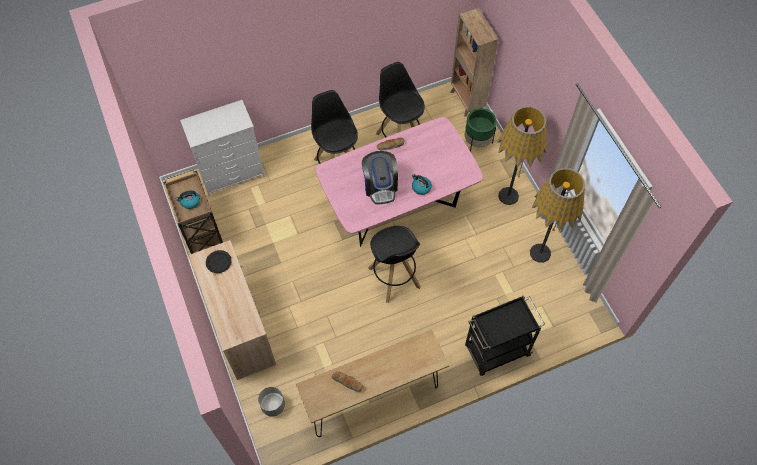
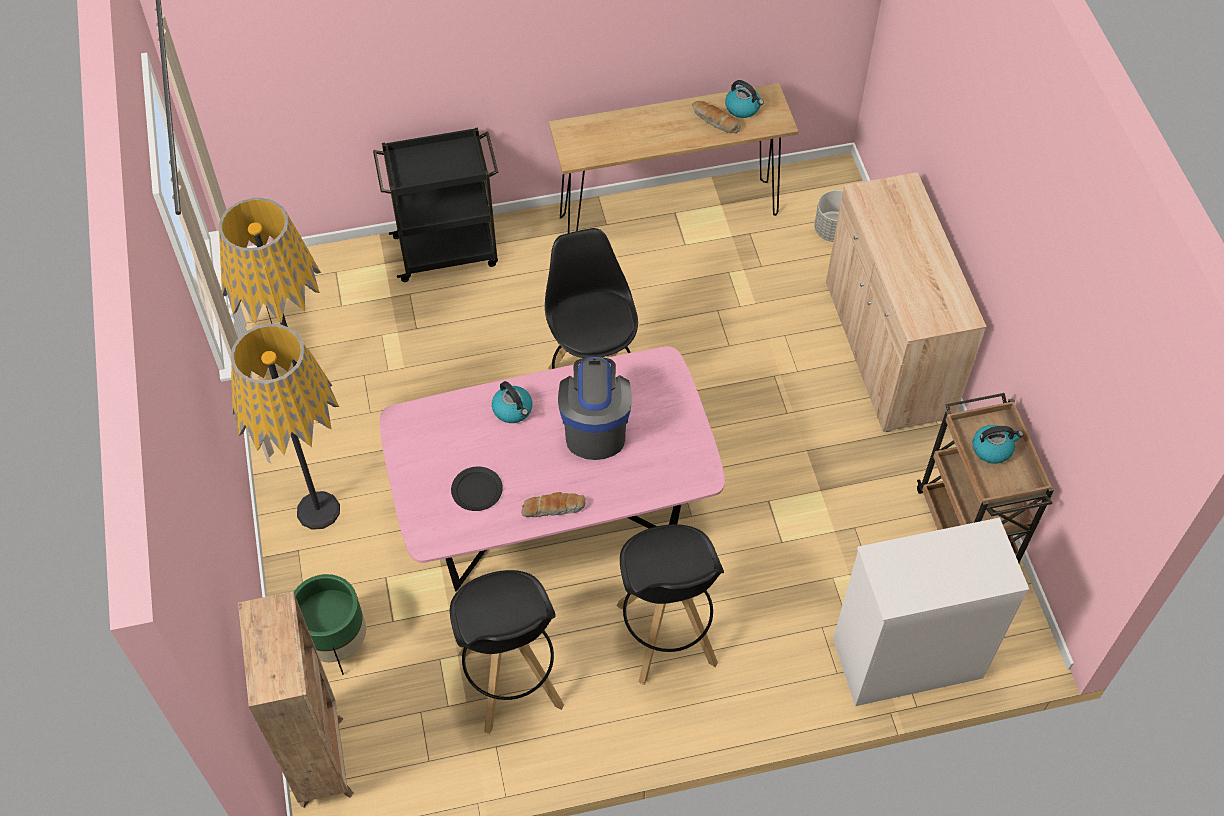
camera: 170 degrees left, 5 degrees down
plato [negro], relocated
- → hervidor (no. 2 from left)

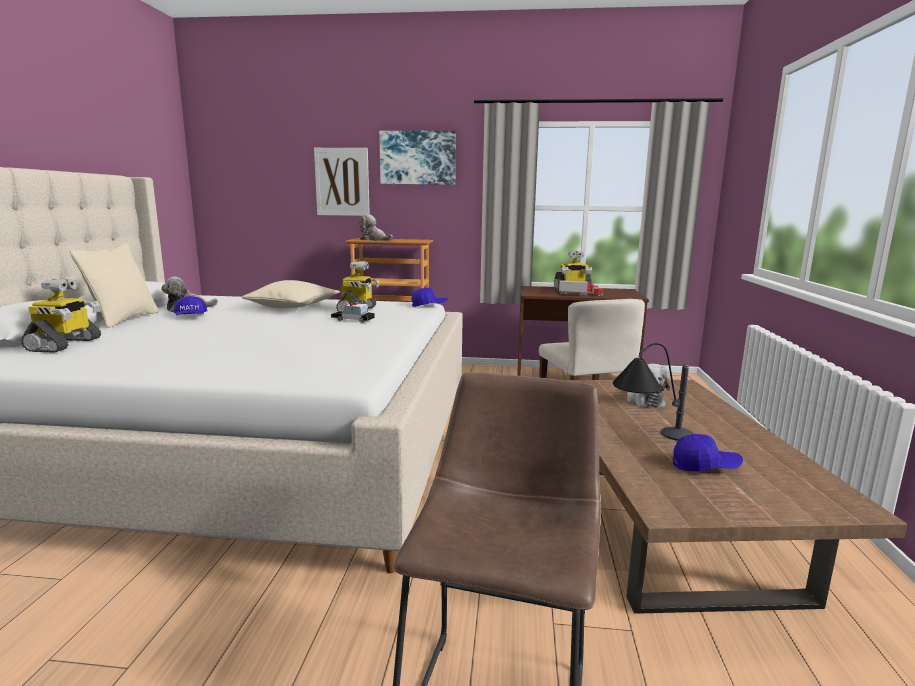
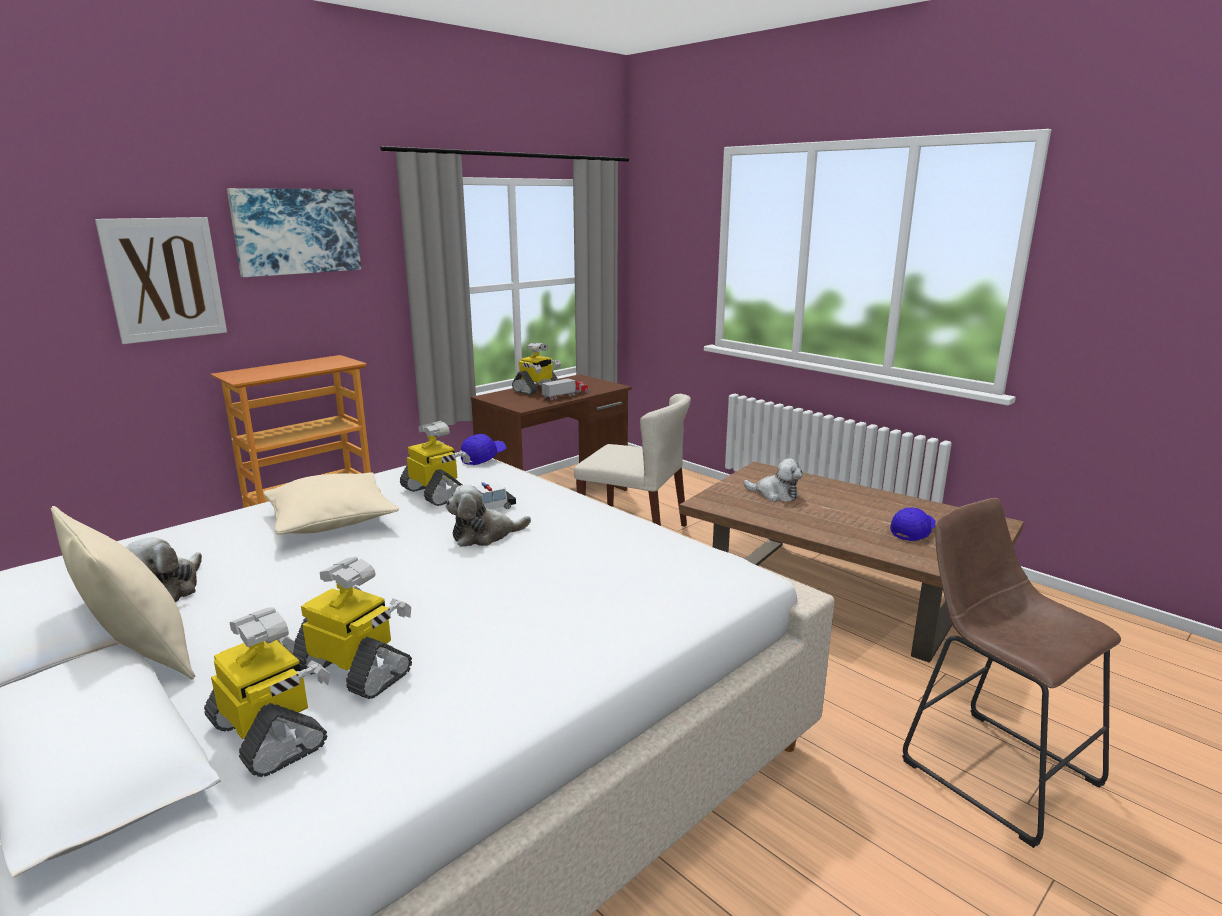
camera: 50 degrees left, 5 degrees up
peluche (no. 2 from left), relocated
gorra [azul] (no. 1 from left) → -
lámpara de mesa → -
- → robot de juguete (no. 2 from left)

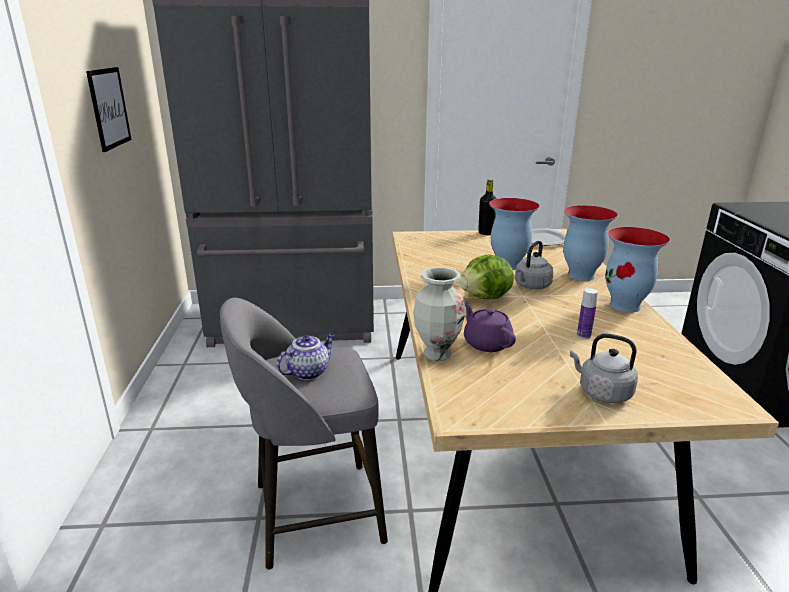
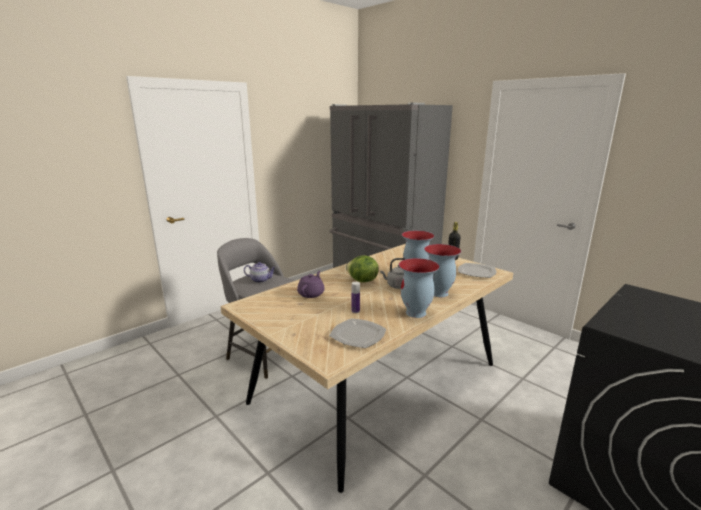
camera: 50 degrees right, 5 degrees down
cuadro → -
florero (no. 1 from left) → -
hervidor [gris] (no. 2 from left) → -
- → plato (no. 1 from left)

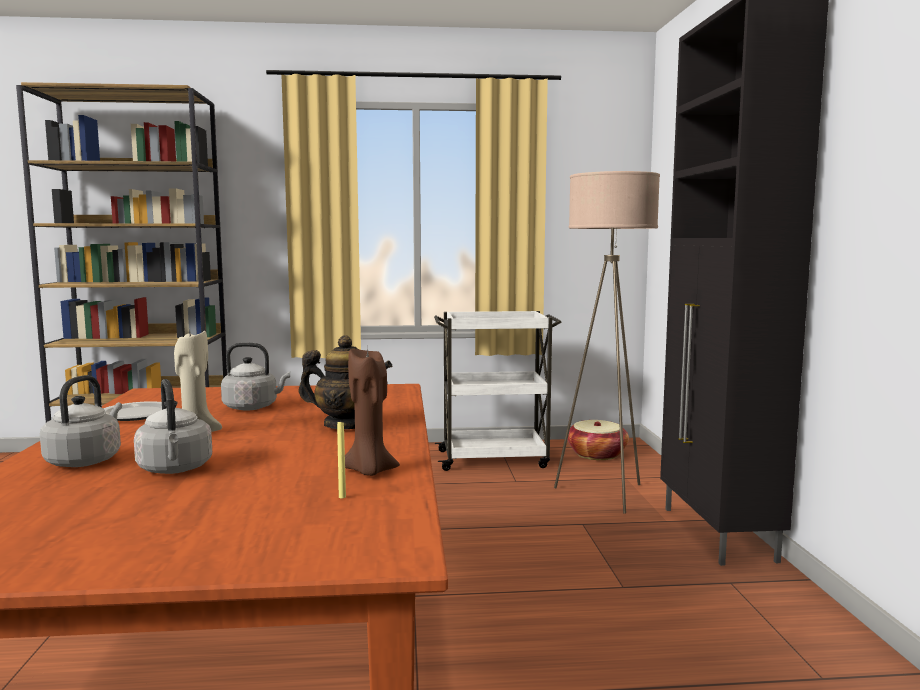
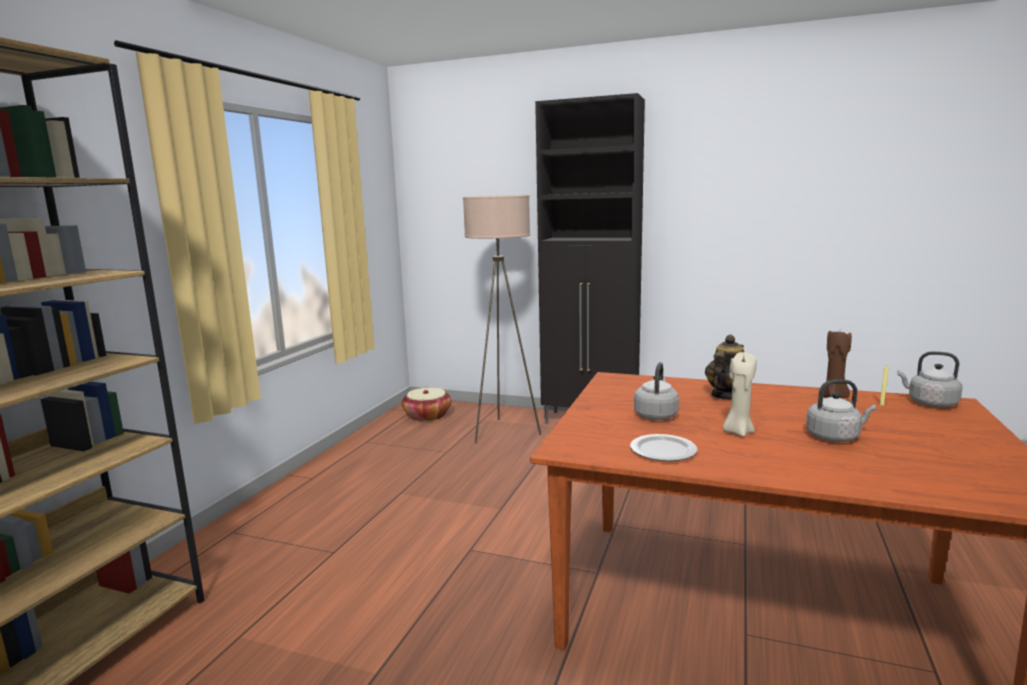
camera: 65 degrees left, 5 degrees up
carrito [blanco] → -
hervidor [gris] (no. 1 from left in the first image) → hervidor [gris] (no. 3 from left), relocated

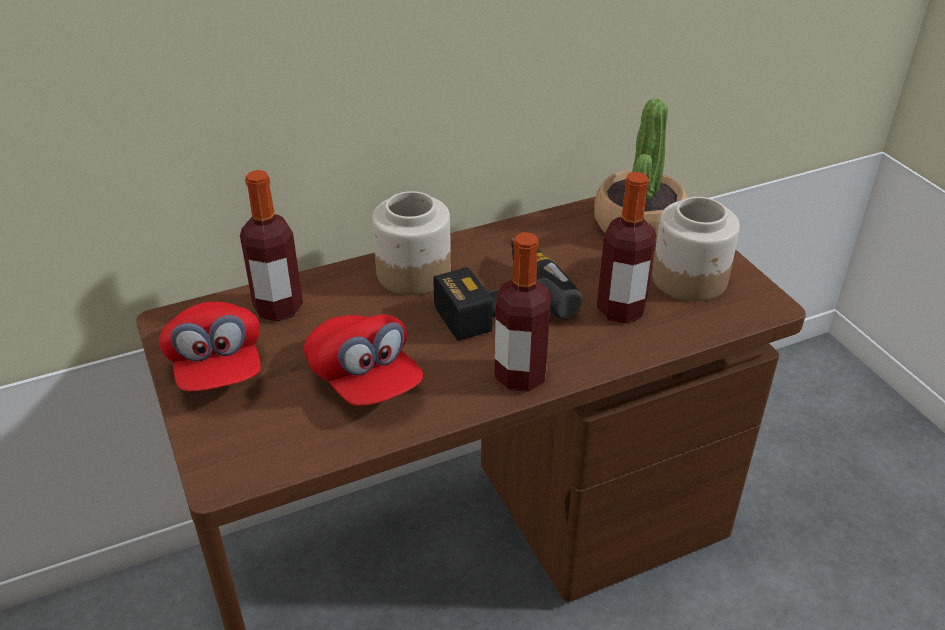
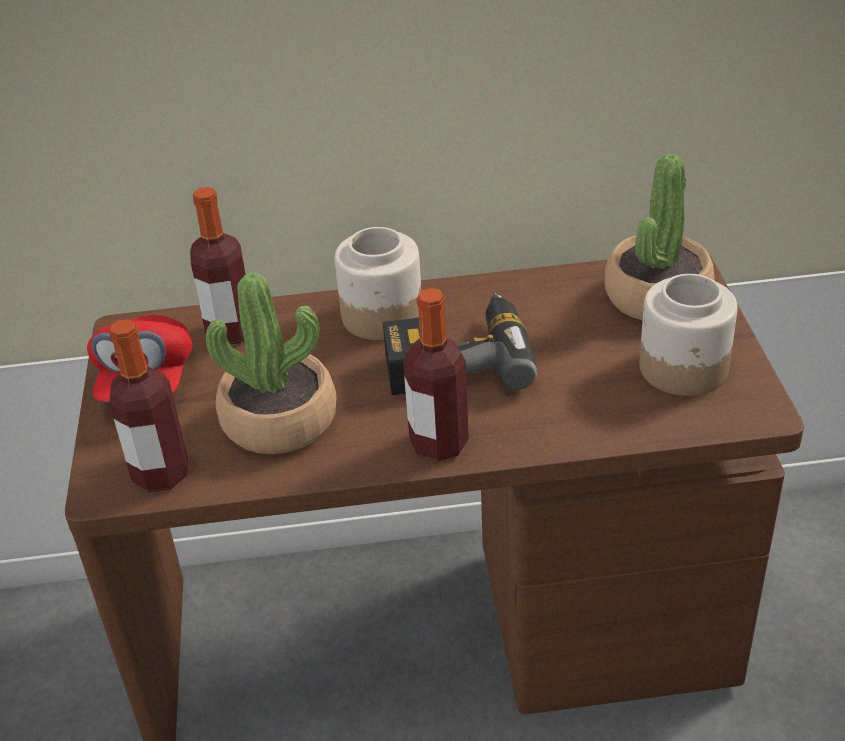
camera: 20 degrees right, 0 degrees up
botella (no. 3 from left in the first image) → botella (no. 1 from left), relocated
gorra [rojo] (no. 2 from left) → planta en maceta (no. 1 from left)

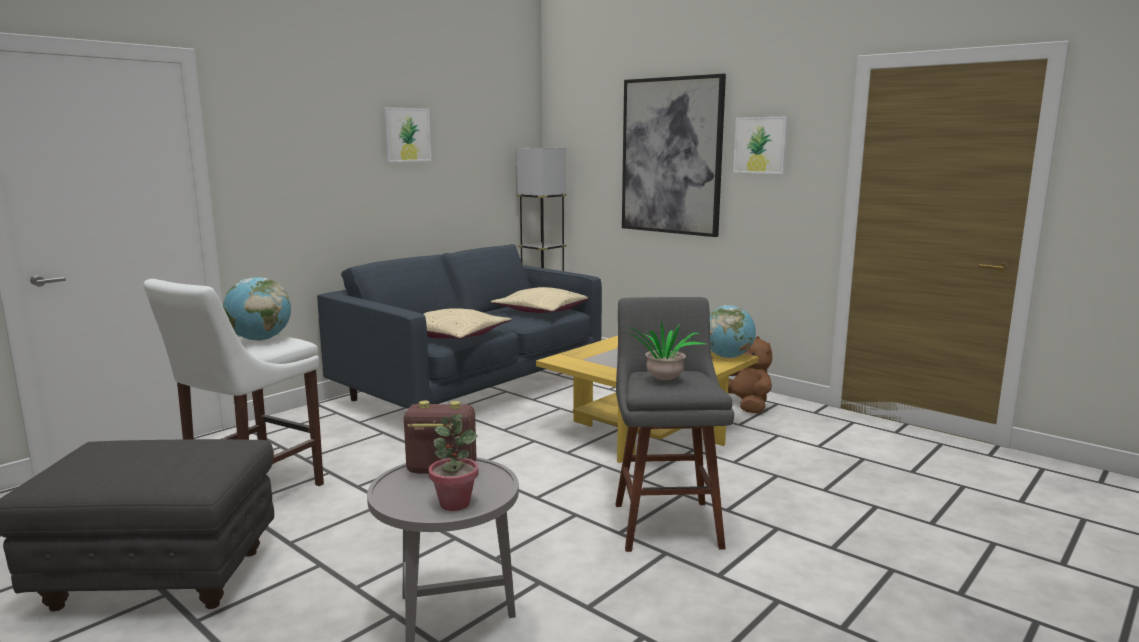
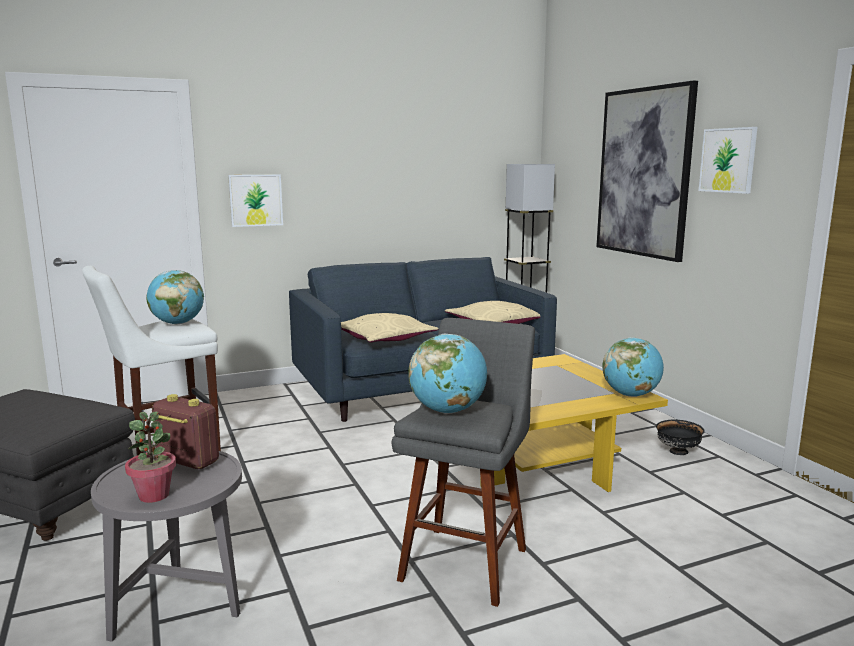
camera: 25 degrees right, 0 degrees up
cuadro (no. 1 from left), relocated
planta en maceta (no. 2 from left) → globo terráqueo (no. 2 from left)
peluche [marrón] → cuenco [negro]

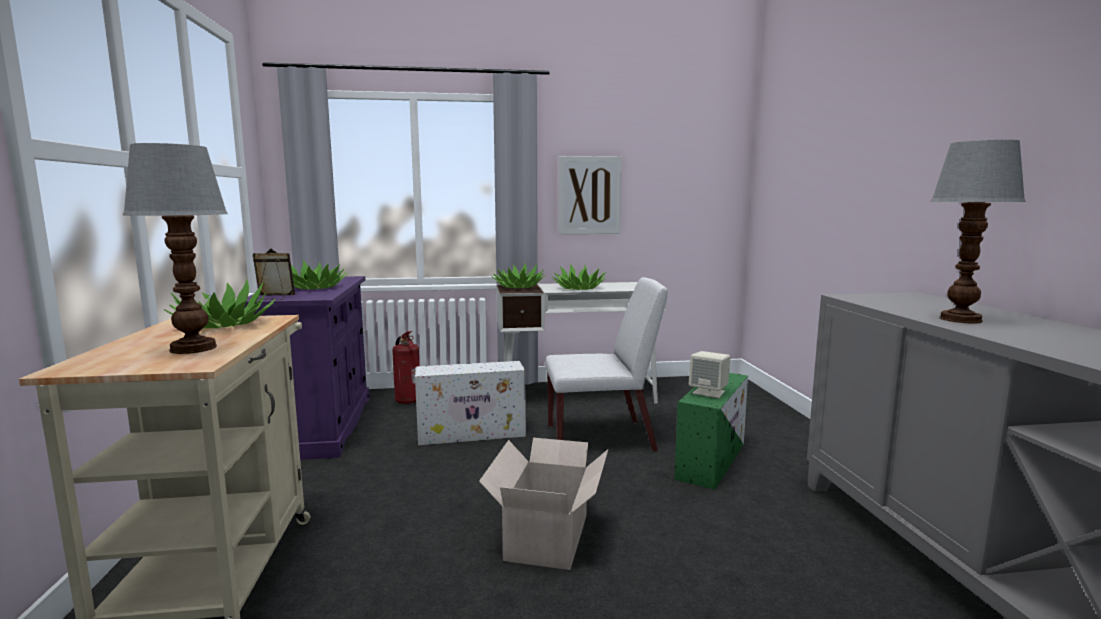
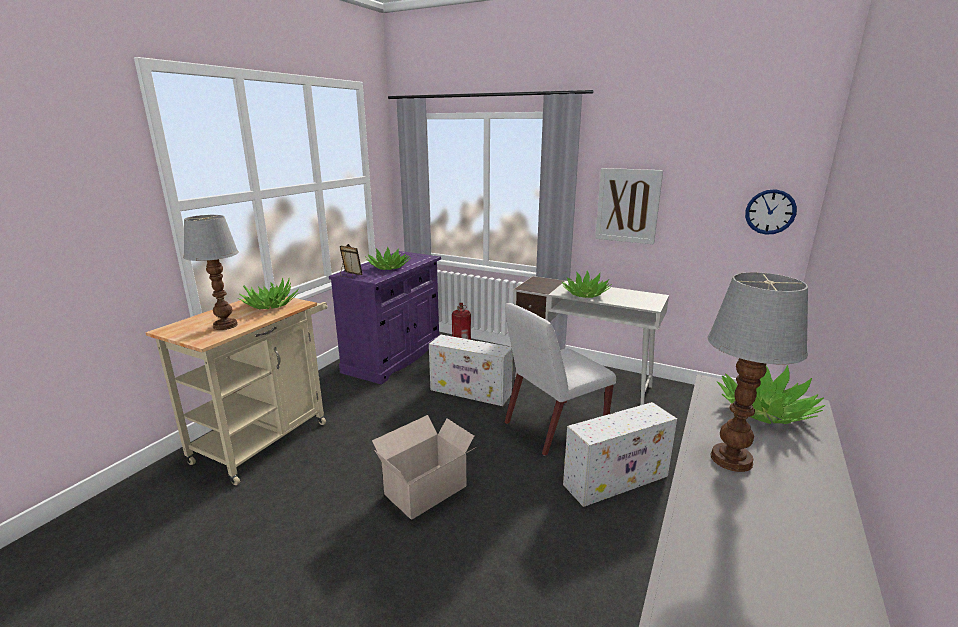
camera: 35 degrees right, 10 degrees up
planta en maceta (no. 3 from left in the first image) → planta en maceta (no. 4 from left), relocated
silla [blanco], 120 degrees clockwise
altavoz [beis] → -
caja de almacenaje [verde] → caja de almacenaje [blanco] (no. 2 from left)
- → reloj de pared

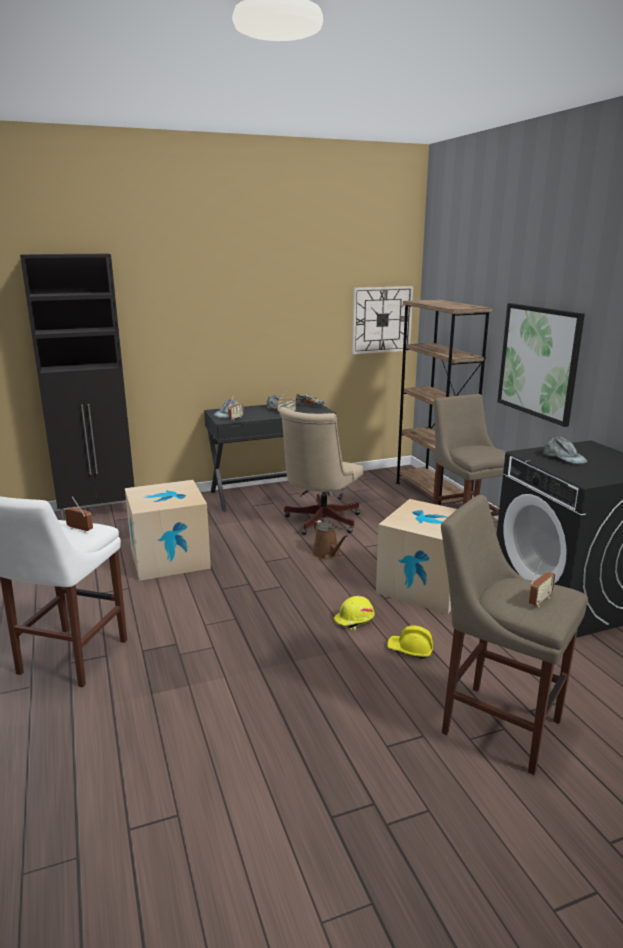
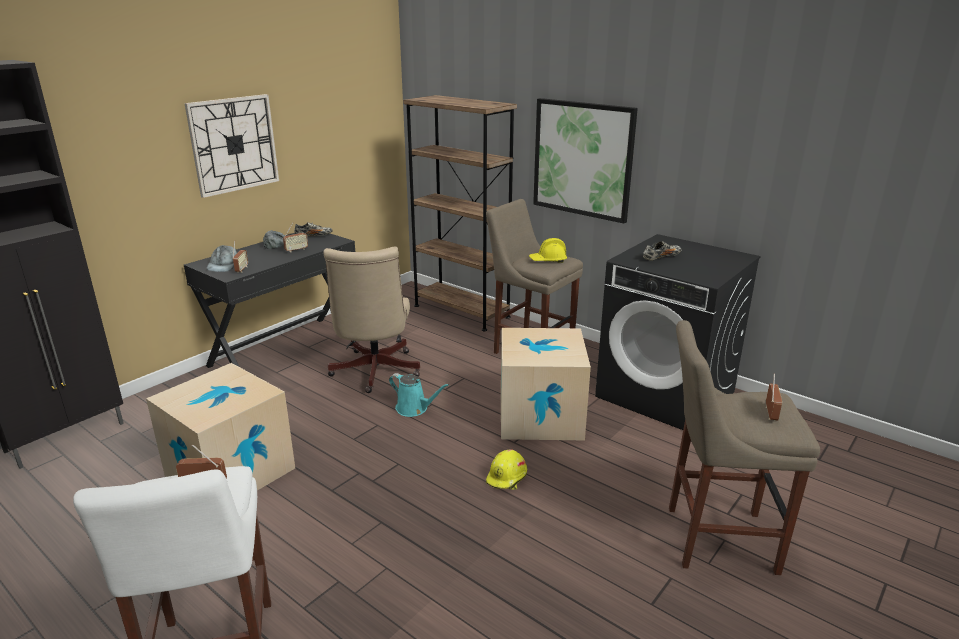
camera: 30 degrees left, 5 degrees up
reloj de pared, relocated
gorra [gris] (no. 3 from left) → zapato (no. 2 from left)
regadera [marrón] → regadera [turquesa]
casco [amarillo] (no. 2 from left), relocated

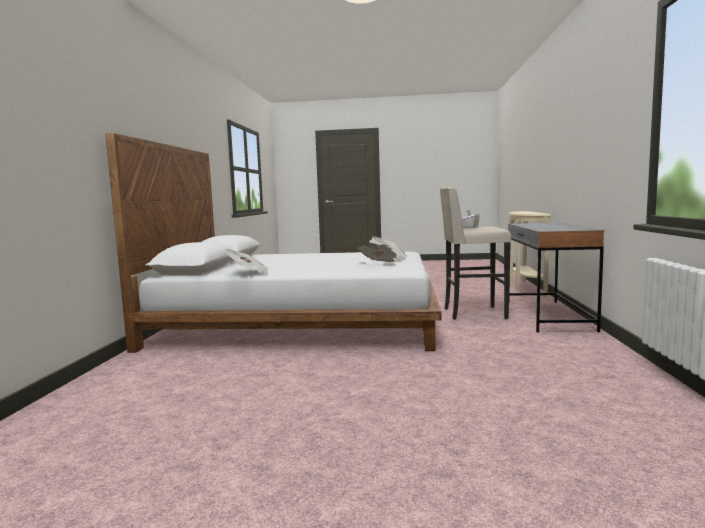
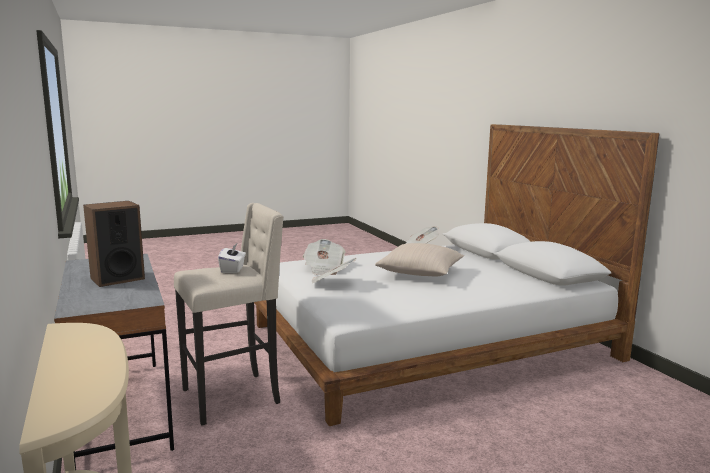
camera: 150 degrees right, 5 degrees up
- → altavoz
- → cojín [beis]

